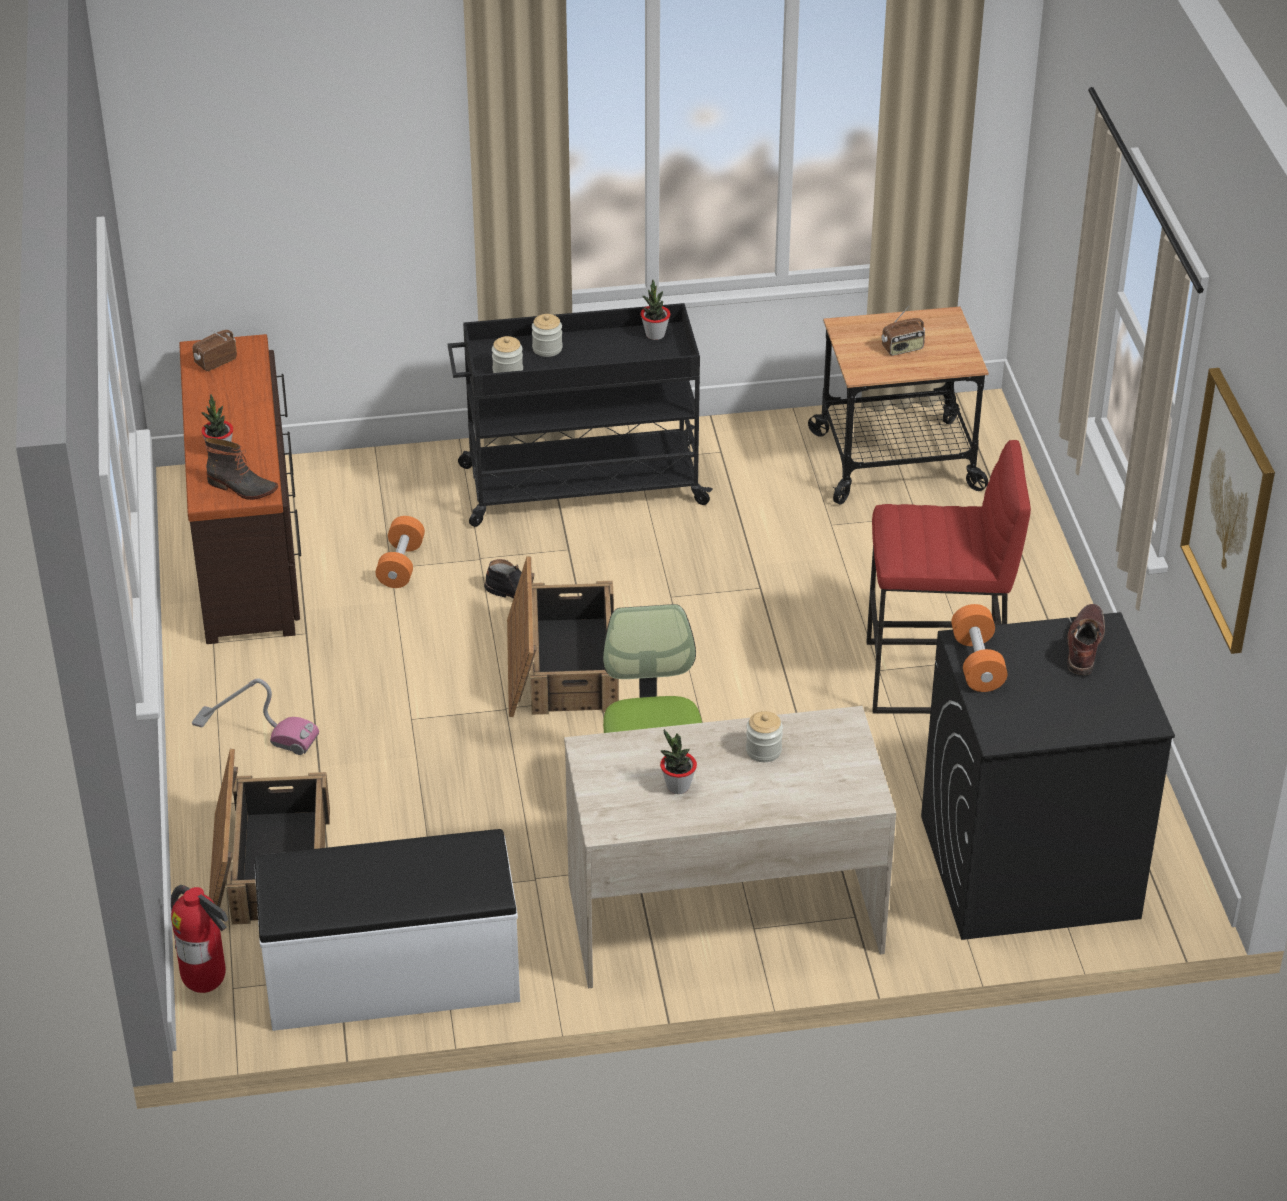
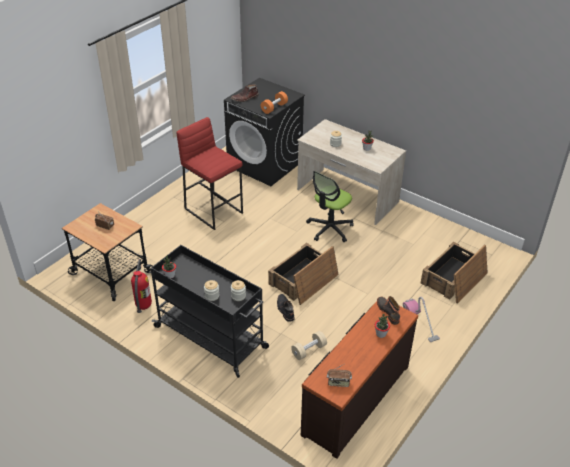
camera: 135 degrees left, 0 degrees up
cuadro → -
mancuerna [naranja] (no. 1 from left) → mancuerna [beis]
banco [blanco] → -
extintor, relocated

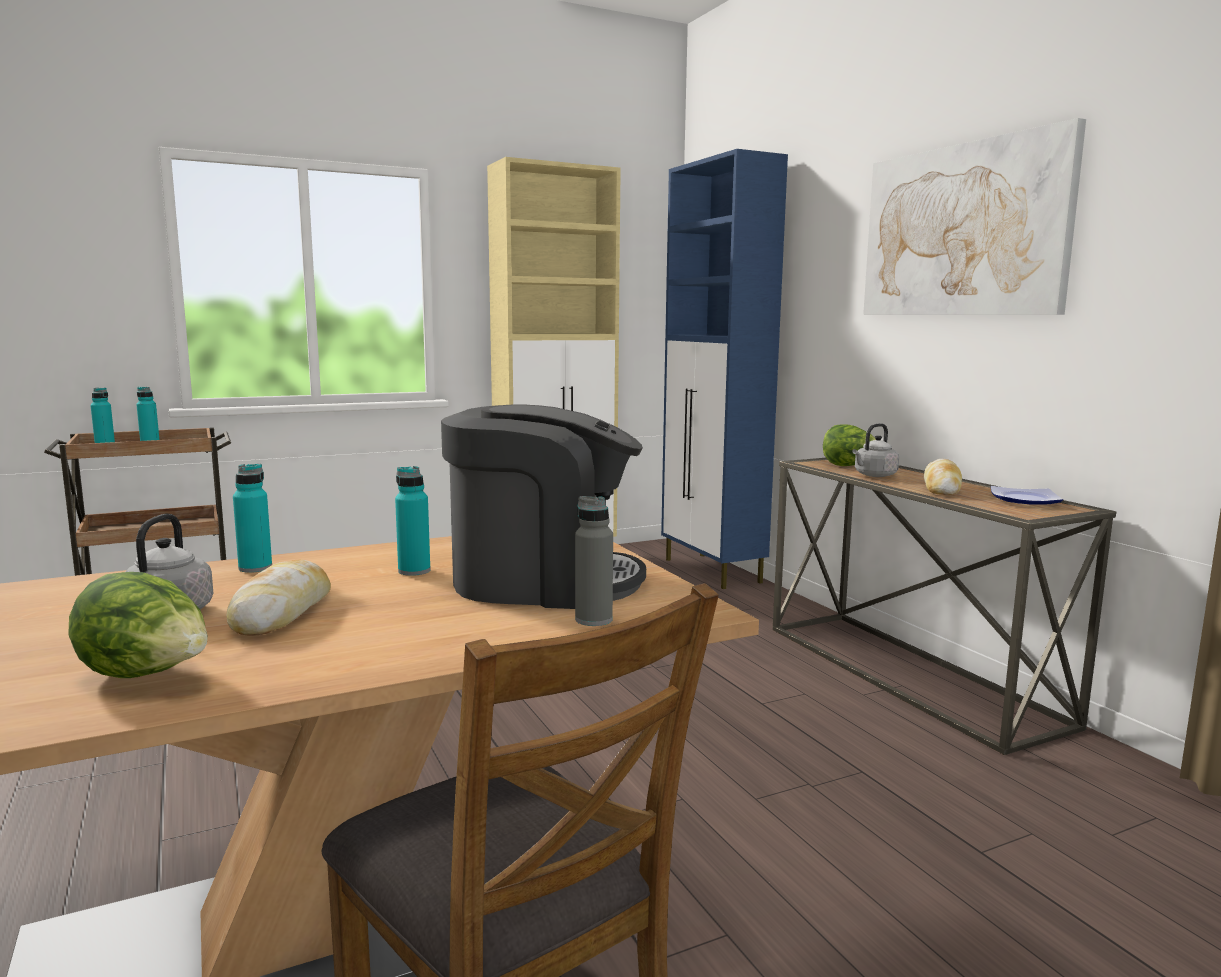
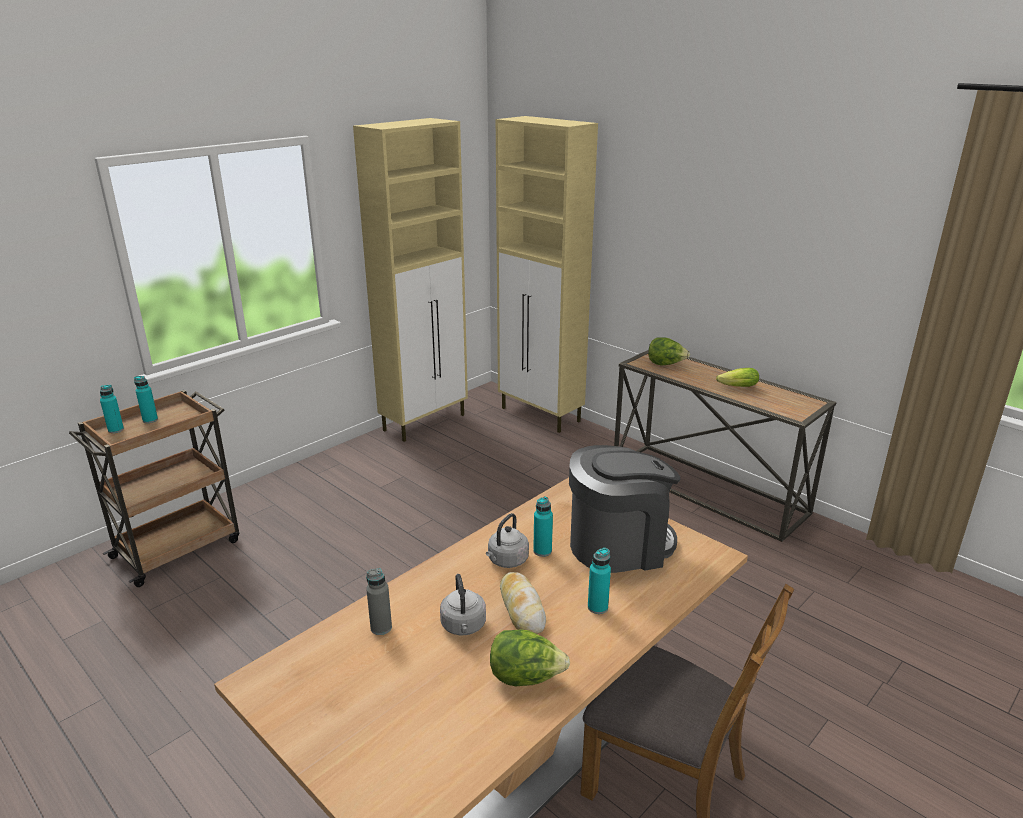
camera: 20 degrees left, 15 degrees up
cuadro → -
armario [azul] → armario [beis] (no. 2 from left)
hervidor [gris] (no. 2 from left), relocated
pan (no. 2 from left) → lechuga (no. 3 from left)
botella [turquesa] (no. 3 from left in the first image) → botella [turquesa] (no. 4 from left), relocated
plato → -
botella [gris], relocated

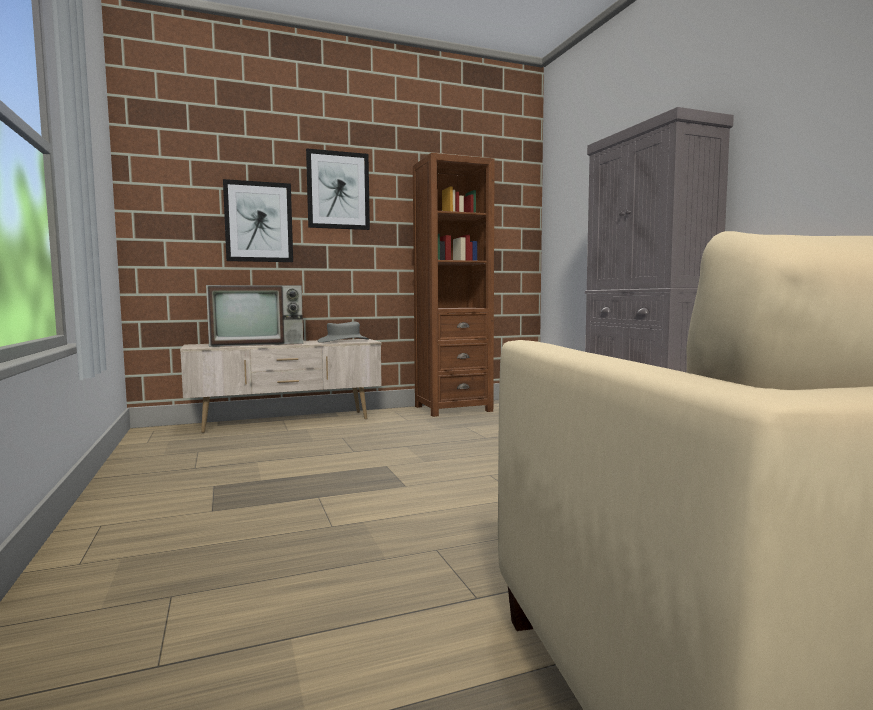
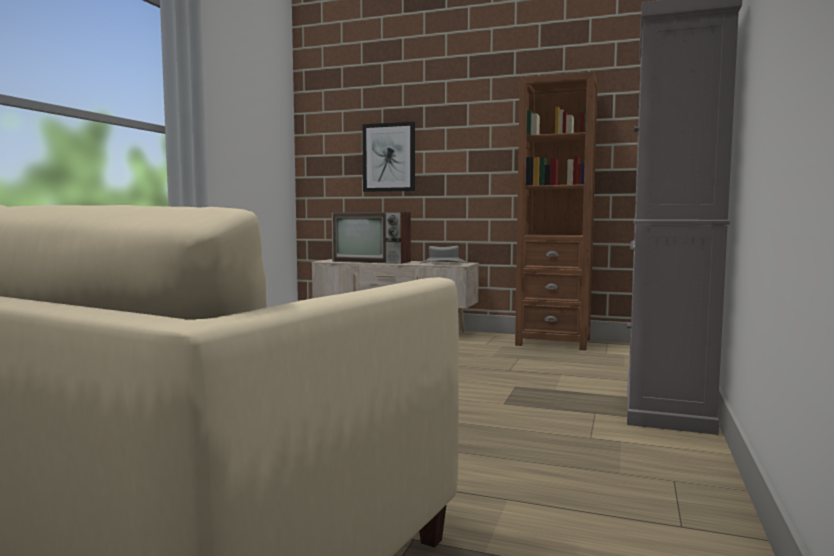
camera: 40 degrees right, 0 degrees up
cuadro (no. 2 from left) → -

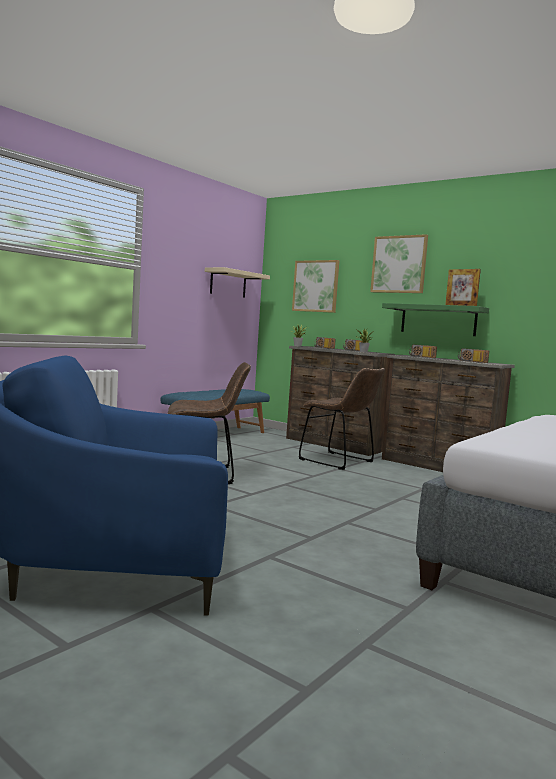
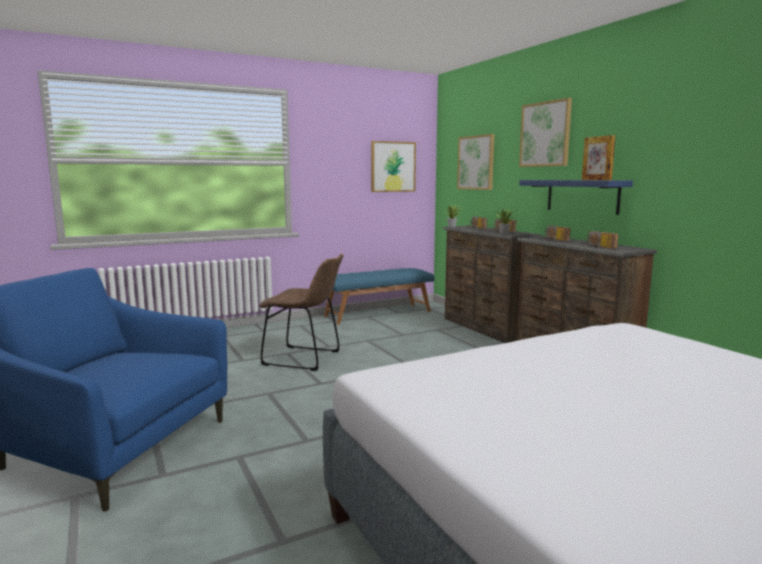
camera: 25 degrees right, 5 degrees up
estante [beis] → cuadro (no. 1 from left)
estante [verde] → estante [azul]
silla [marrón] (no. 2 from left) → -

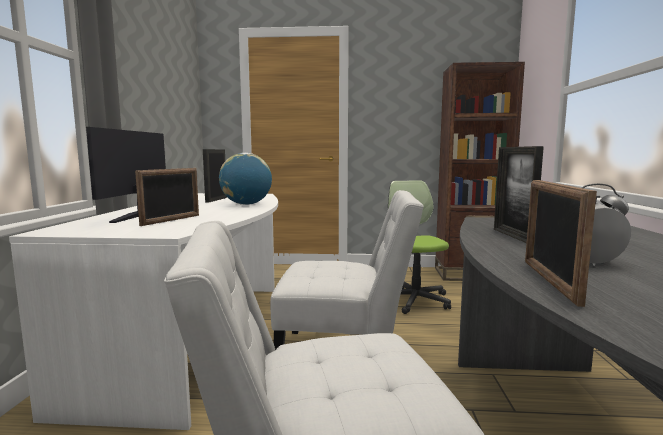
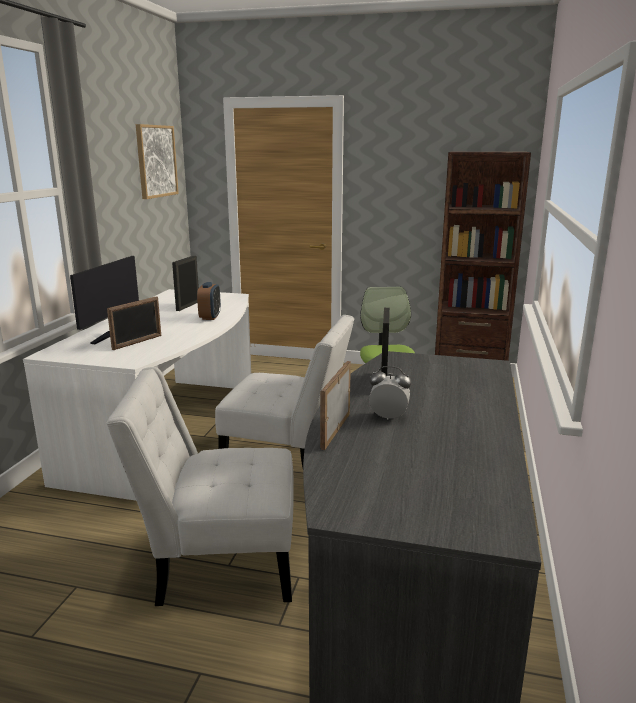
camera: 10 degrees right, 10 degrees up
globo terráqueo → despertador (no. 1 from left)
- → cuadro

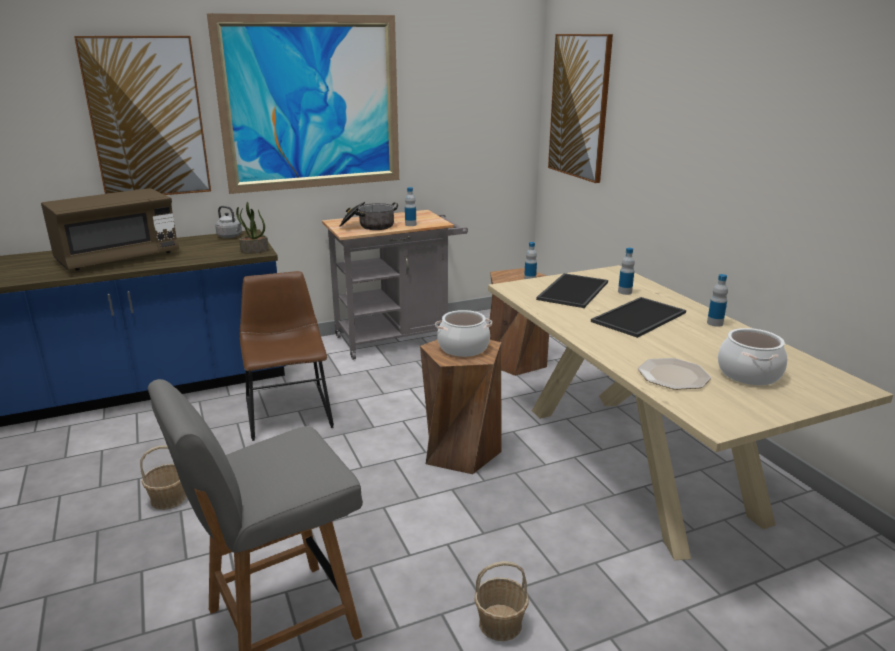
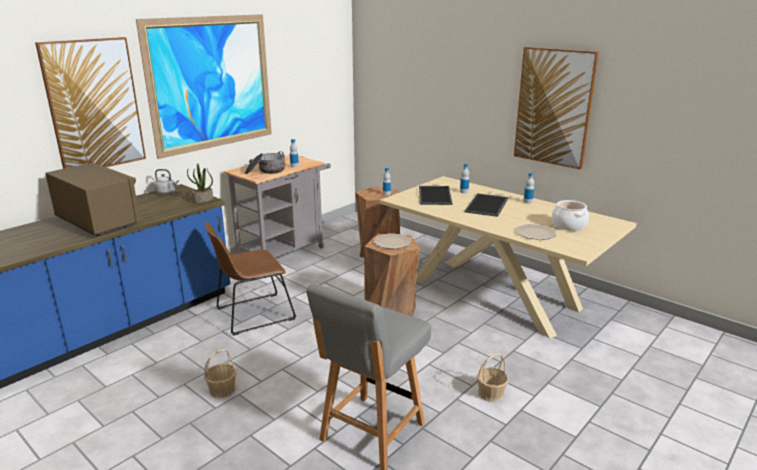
camera: 25 degrees left, 0 degrees up
cuadro (no. 3 from left), relocated
microondas [marrón], 75 degrees counterclockwise
silla [marrón], 75 degrees counterclockwise
olla (no. 2 from left) → plato (no. 1 from left)

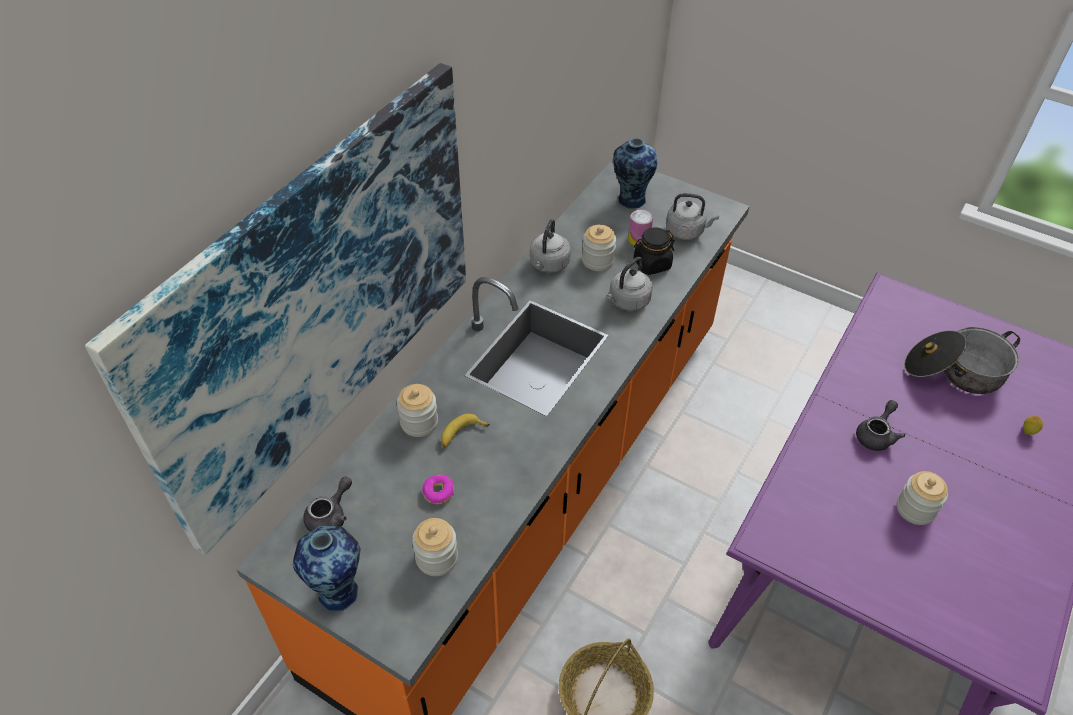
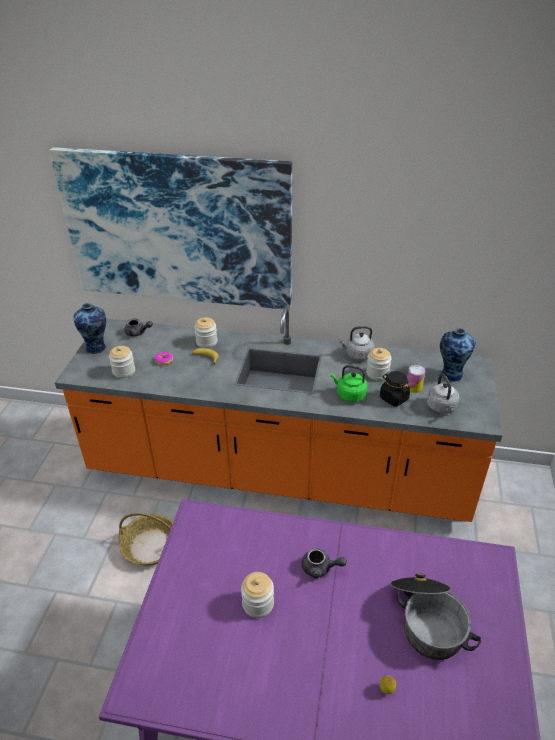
camera: 70 degrees right, 10 degrees down
hervidor [gris] (no. 2 from left) → hervidor [verde]

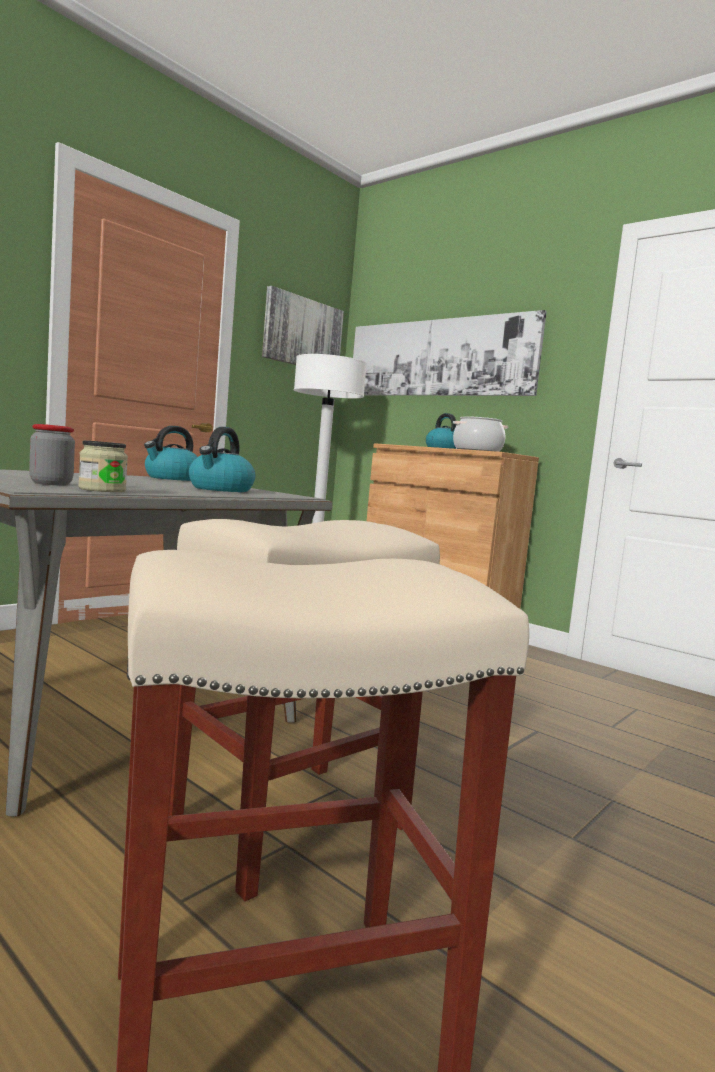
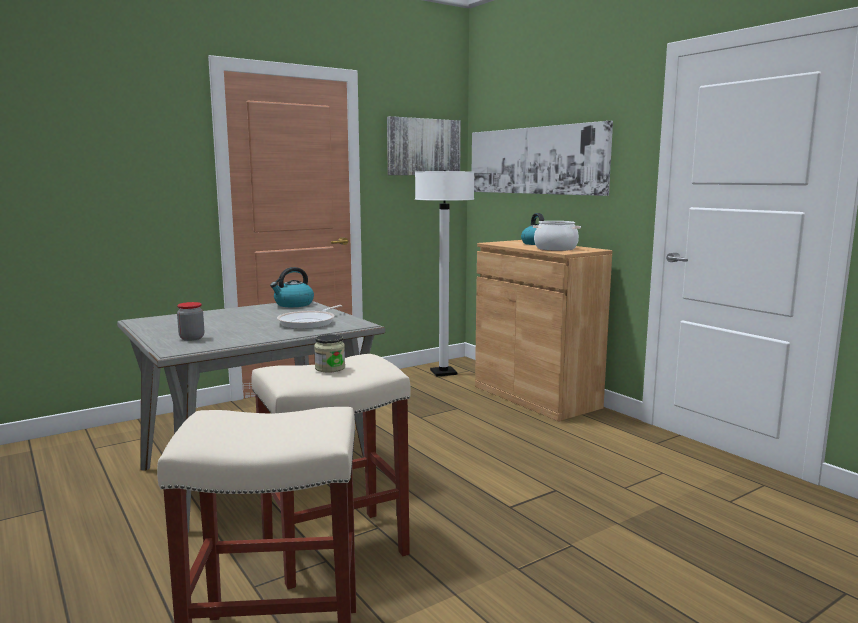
camera: 15 degrees right, 5 degrees up
hervidor (no. 2 from left) → sartén
tarro (no. 2 from left), relocated

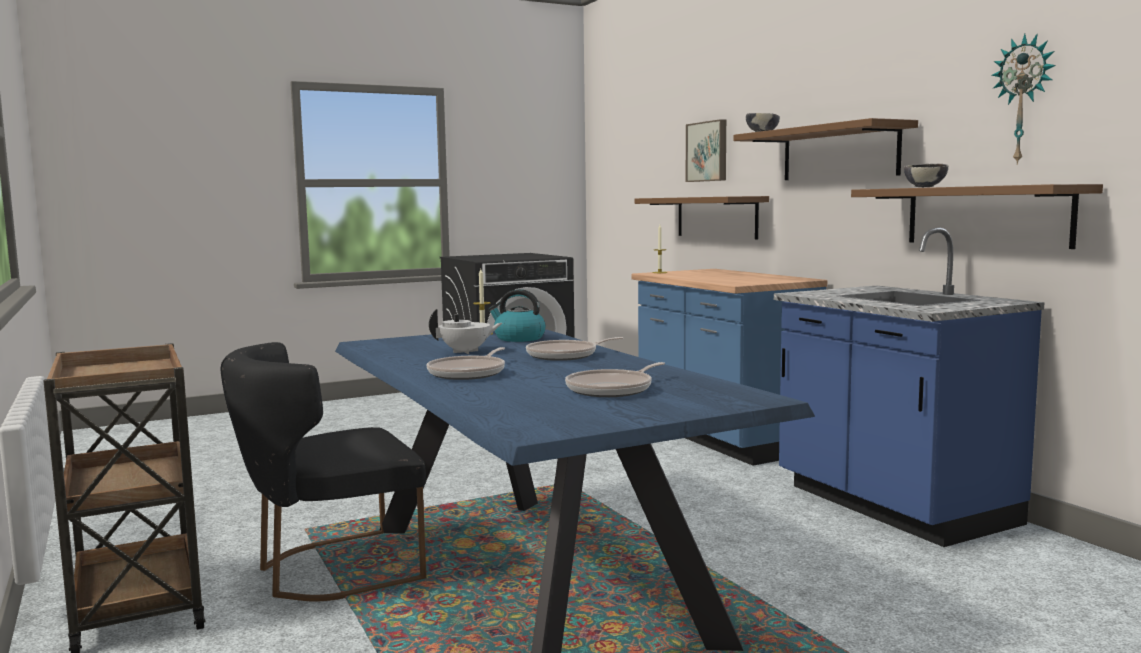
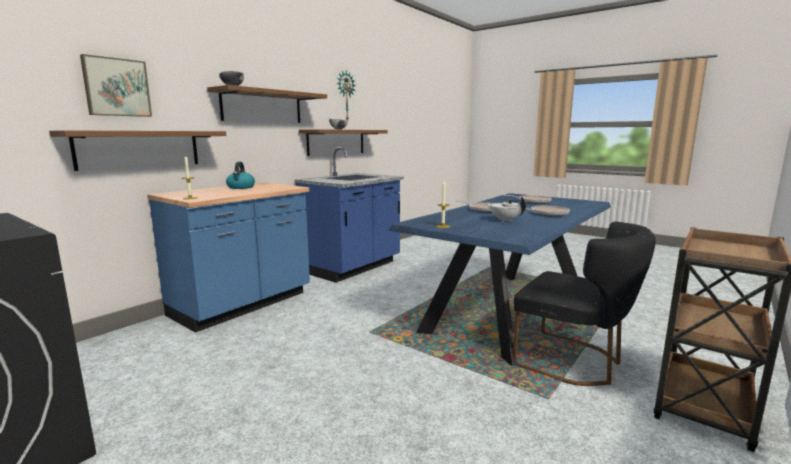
camera: 115 degrees left, 5 degrees up
hervidor, relocated

